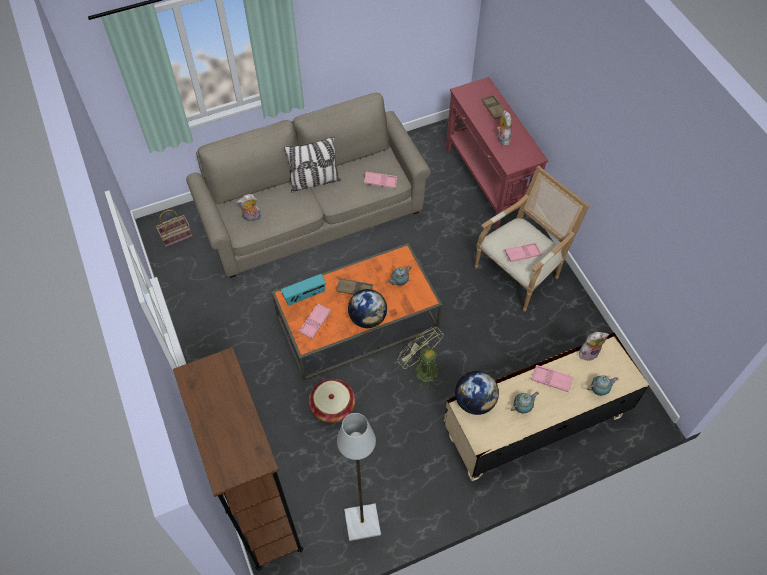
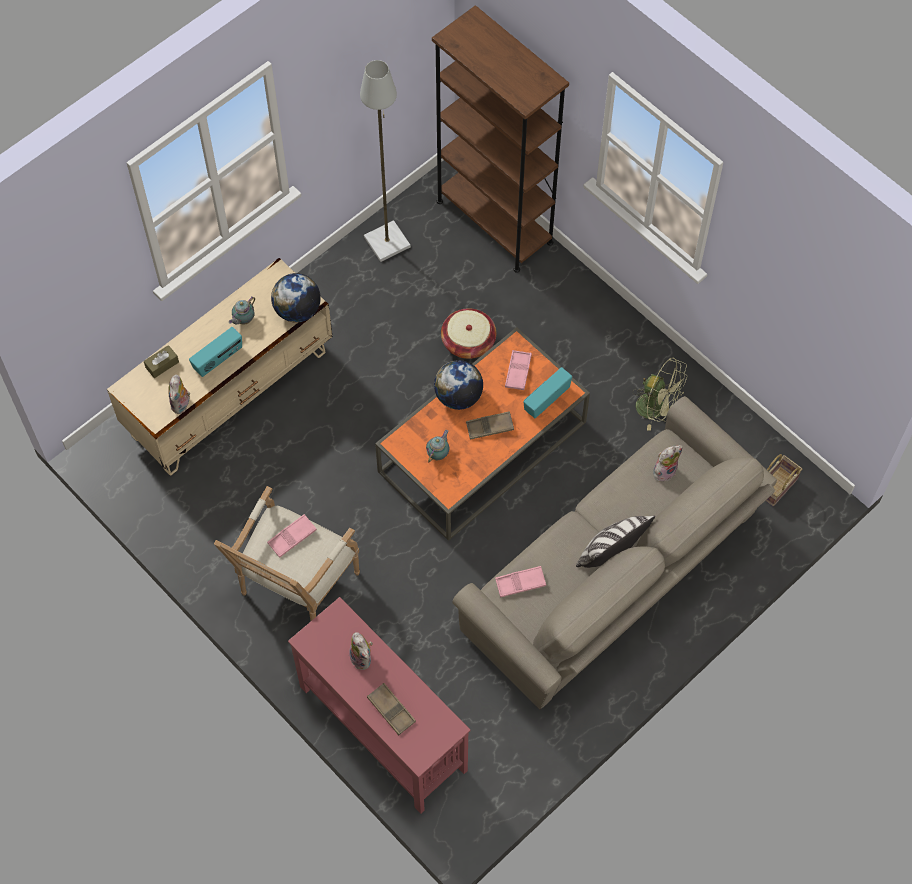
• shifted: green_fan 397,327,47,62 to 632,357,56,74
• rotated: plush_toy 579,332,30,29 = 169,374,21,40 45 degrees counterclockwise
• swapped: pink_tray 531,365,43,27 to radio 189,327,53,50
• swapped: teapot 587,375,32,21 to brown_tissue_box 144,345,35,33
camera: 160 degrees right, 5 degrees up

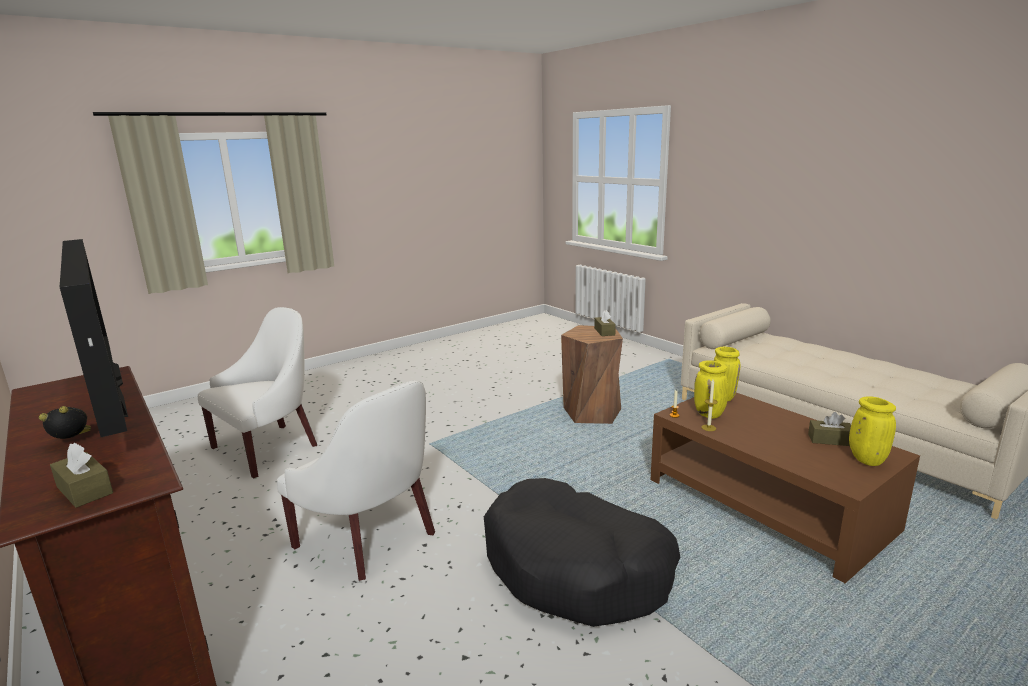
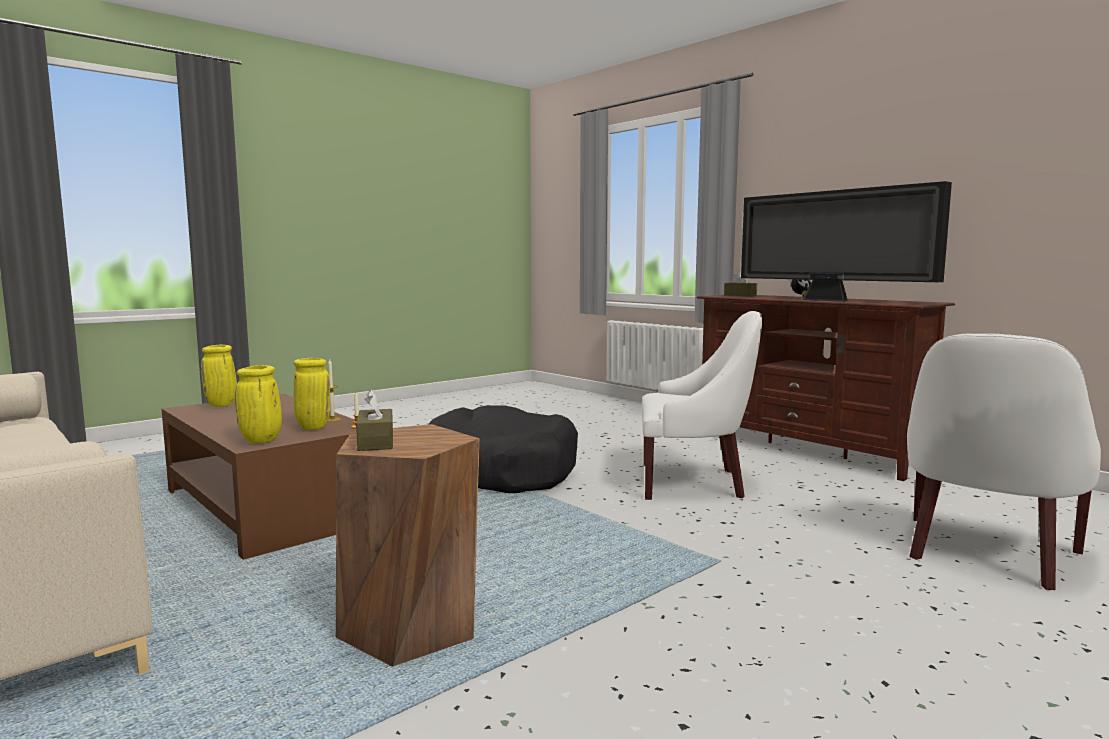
• rotated: white_armchair 277,380,158,201 = 642,311,120,189 150 degrees clockwise
• gone: brown_tissue_box 808,412,43,34
camera: 175 degrees right, 10 degrees down

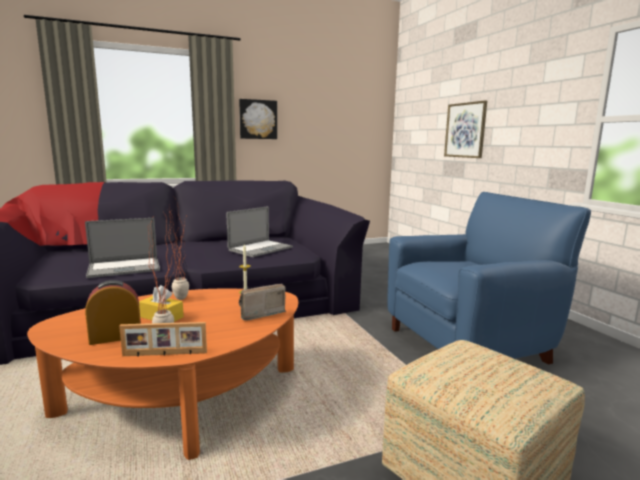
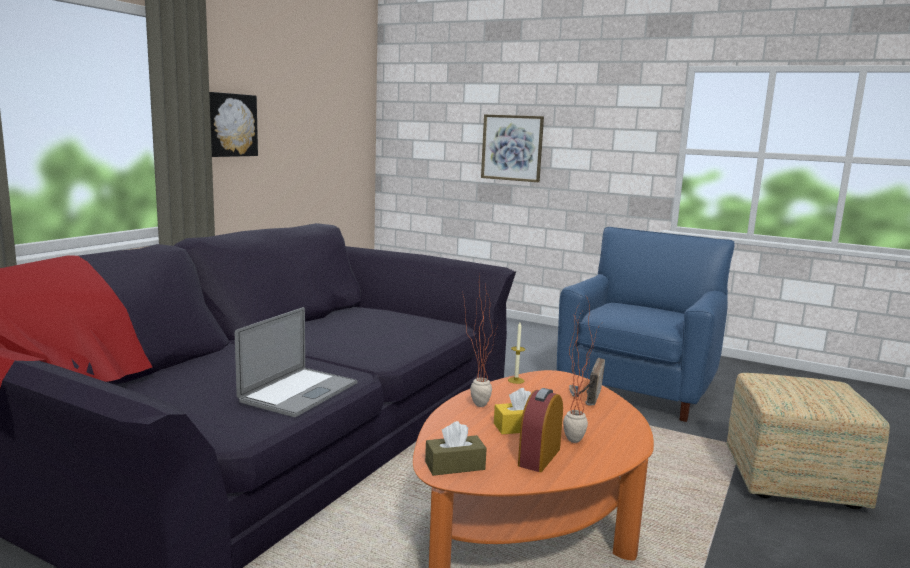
• gone: laptop 227,206,66,51
• gone: picture_frame 119,322,88,34
• new: brown_tissue_box 425,421,62,55
camera: 40 degrees left, 0 degrees up

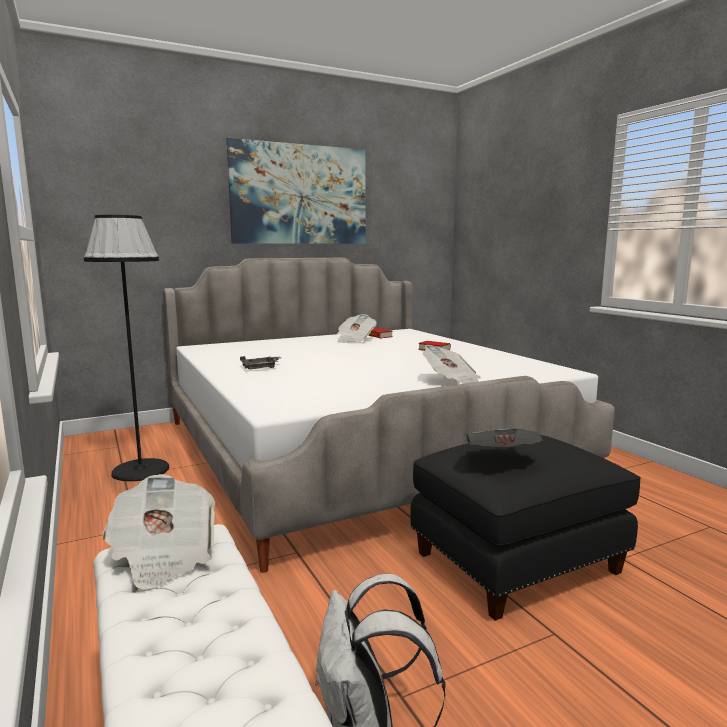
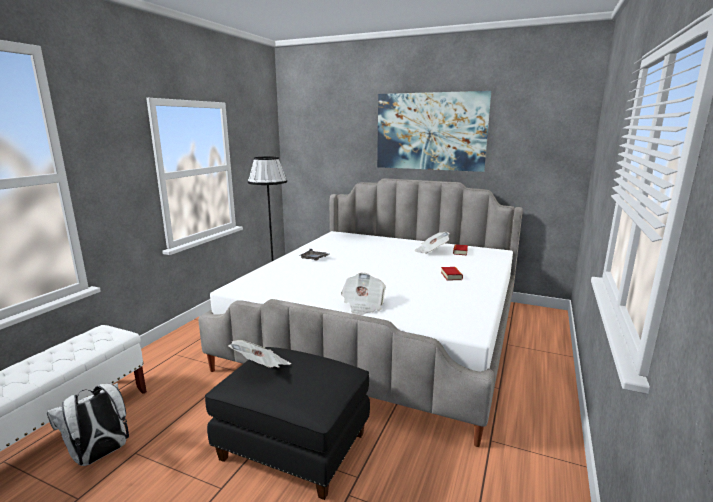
• gone: newspaper 103,474,112,116
camera: 50 degrees right, 5 degrees up

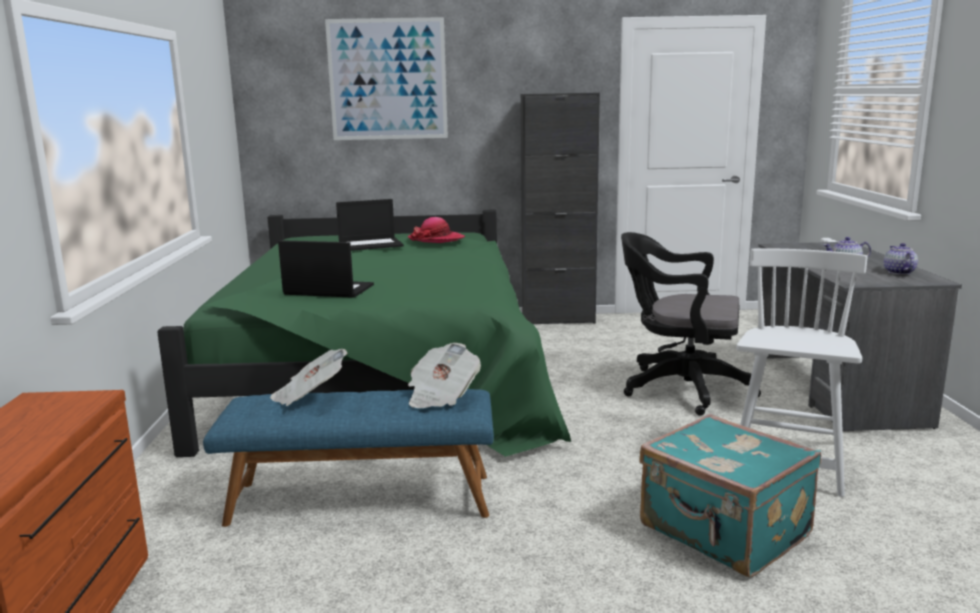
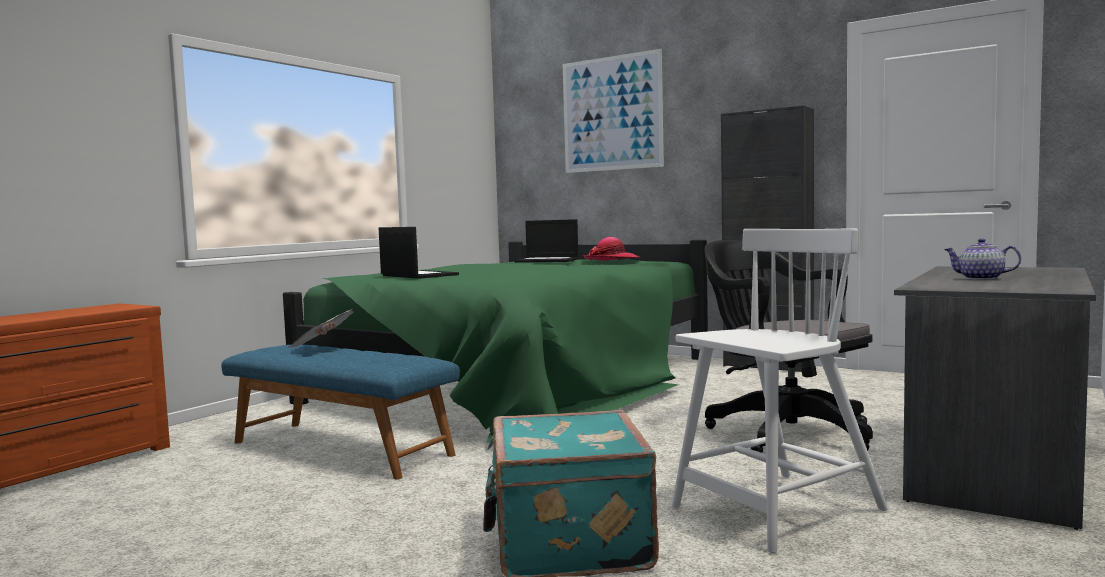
• gone: teapot 884,243,34,32
• gone: newspaper 408,343,73,65
camera: 35 degrees right, 10 degrees down

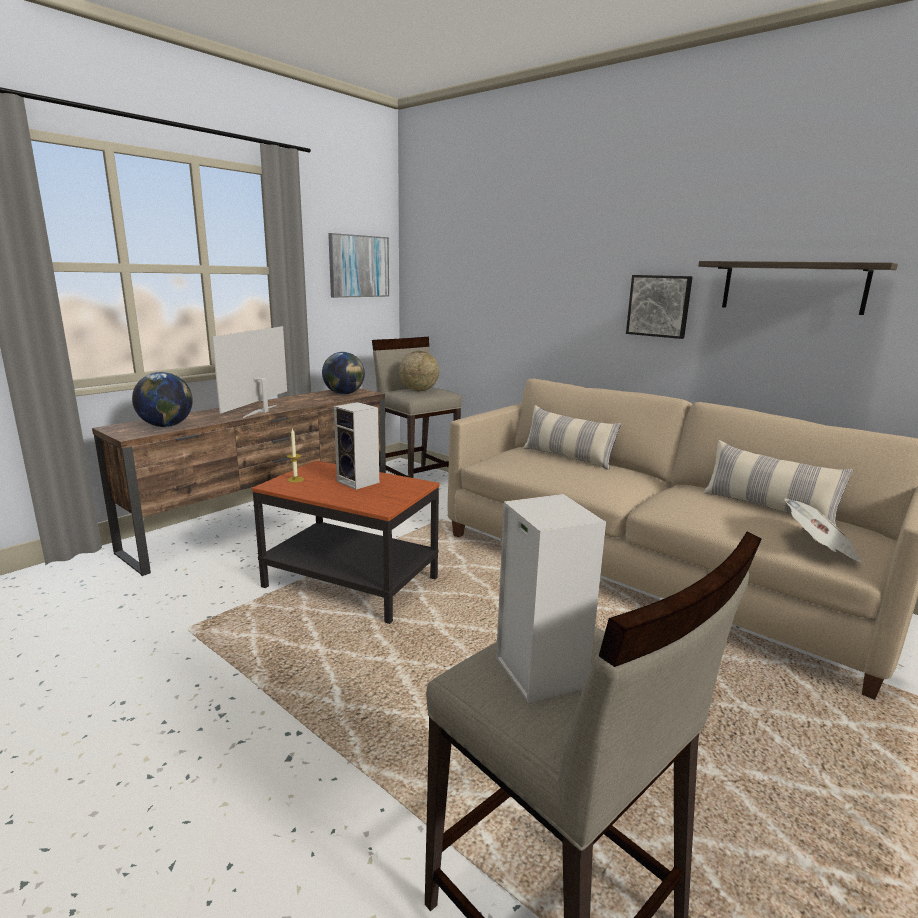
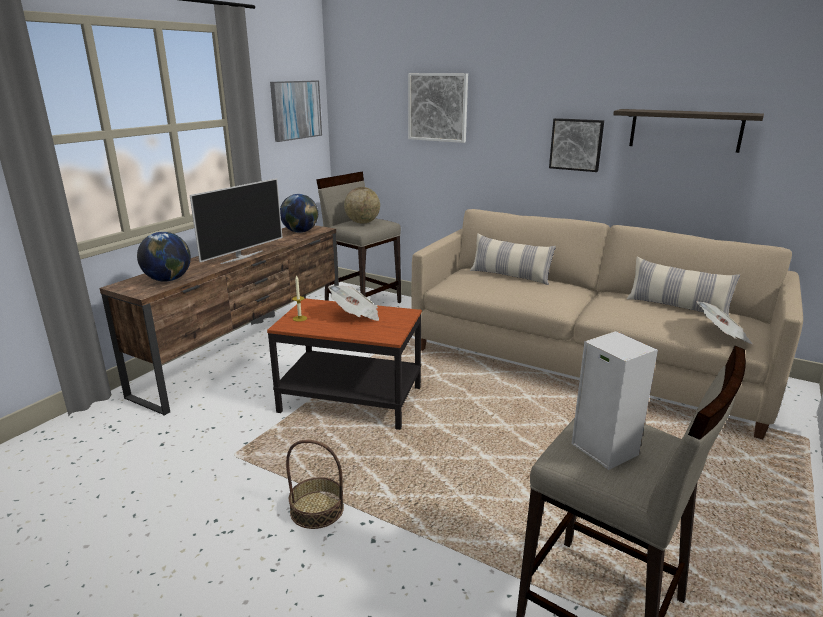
• rotated: television 212,326,75,92 = 190,178,93,86 150 degrees counterclockwise
• swapped: speaker 334,402,45,88 to newspaper 328,285,51,36
• new: picture 408,73,60,70
• new: basket 286,440,58,89
camera: 10 degrees left, 5 degrees up

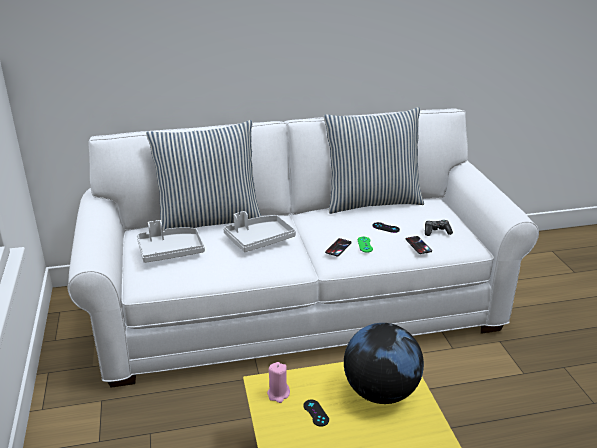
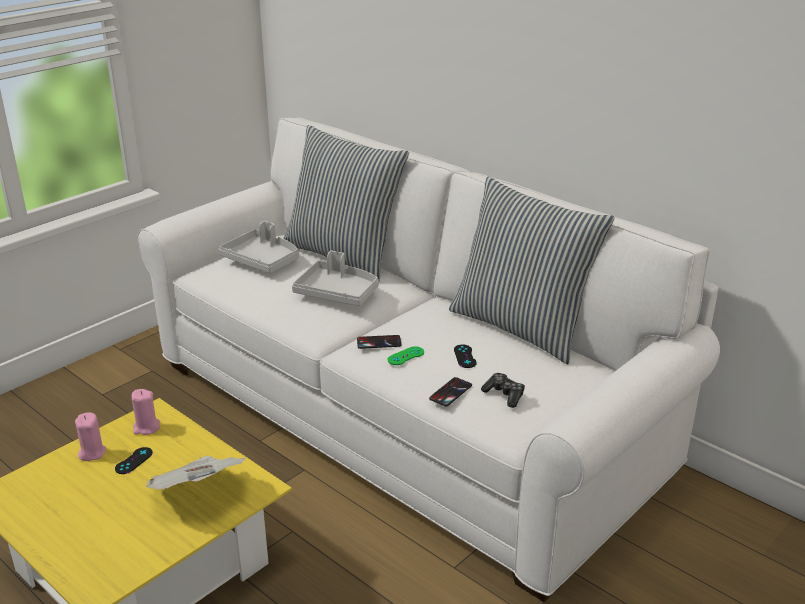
• swapped: globe 344,323,80,81 to newspaper 146,456,99,33
• new: pink_candle 75,412,31,49
camera: 55 degrees right, 0 degrees up

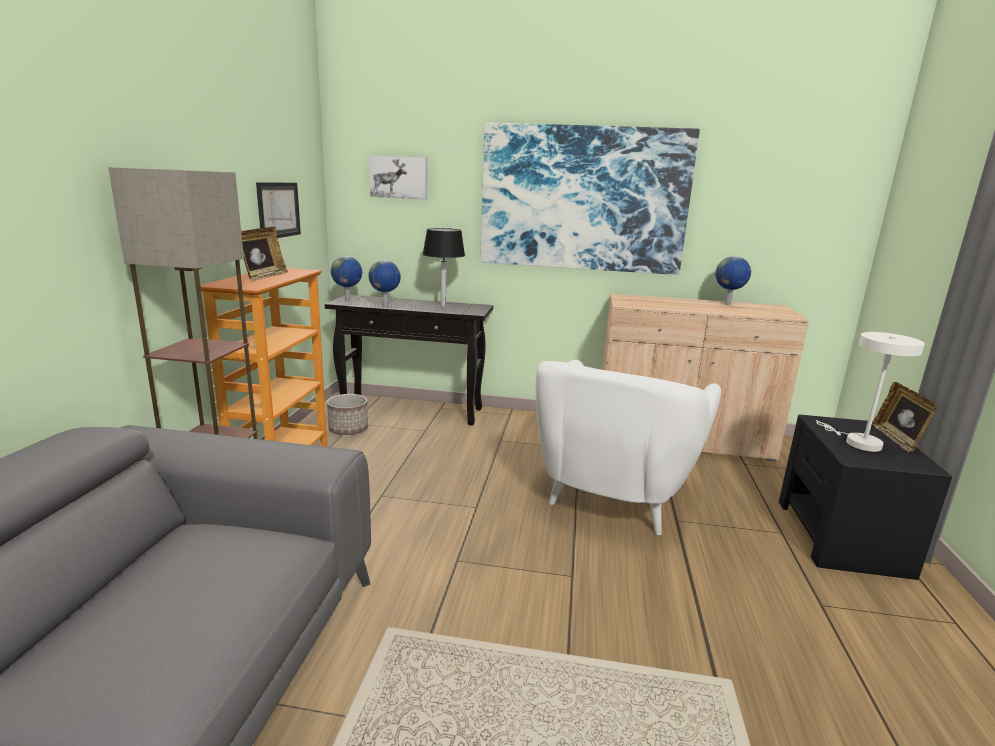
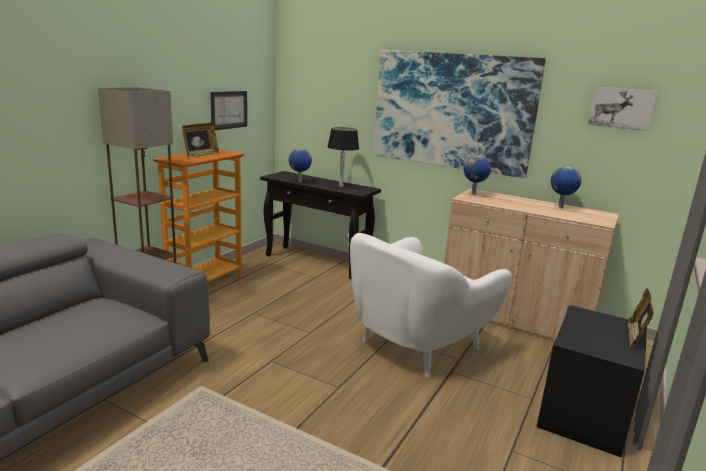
• shifted: picture 369,156,58,43 to 588,87,70,44
• shifted: globe 331,256,31,46 to 463,155,28,40
• gone: white_table_lamp 816,332,109,120
• gone: planter 327,394,41,41
camera: 20 degrees right, 0 degrees up

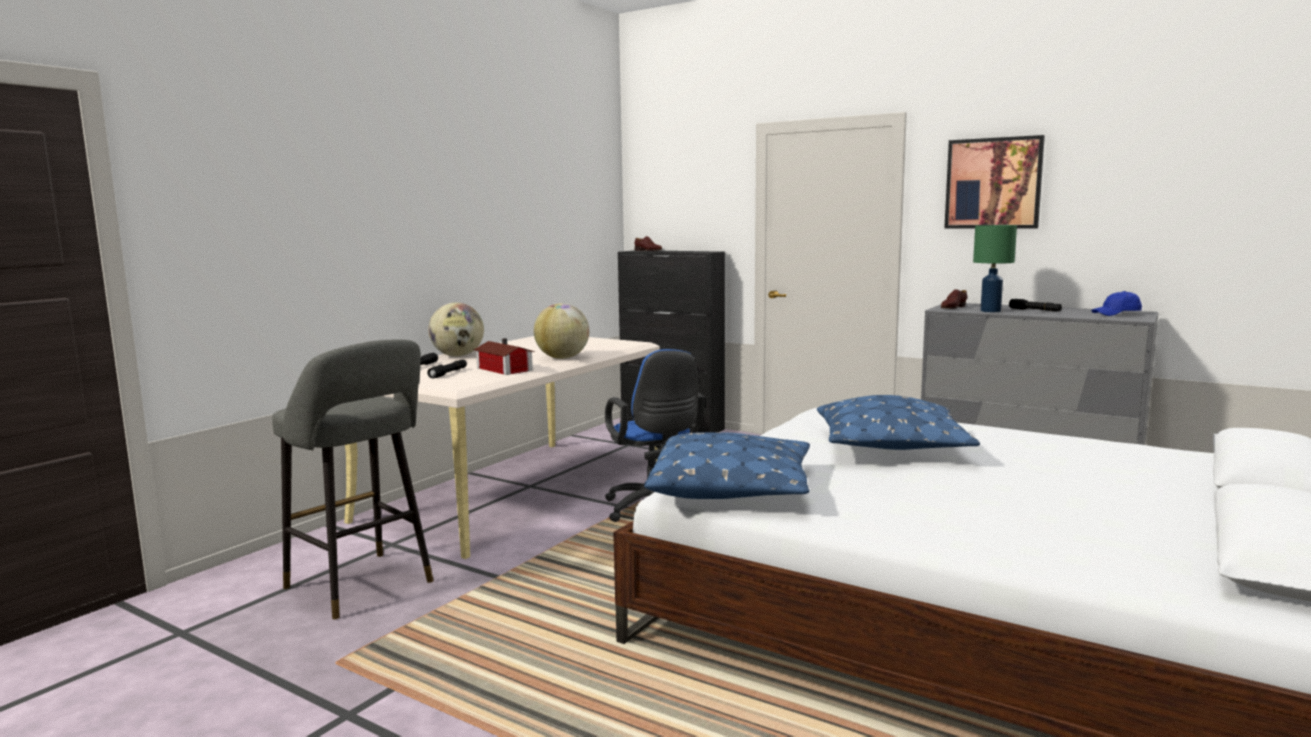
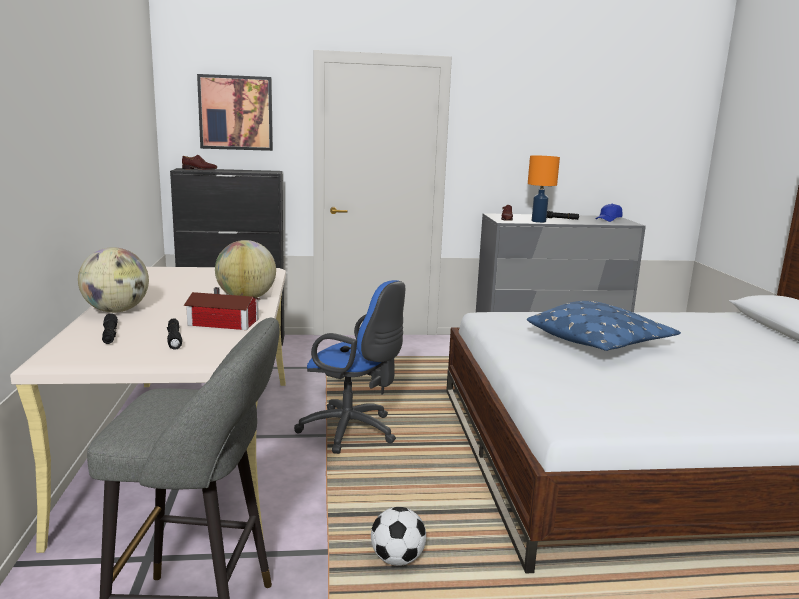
• shifted: picture 944,135,101,94 to 197,74,76,77
• repainted: green_table_lamp 973,225,44,87 to orange_table_lamp 528,155,32,68
• gone: blue_pillow 644,432,166,67
• new: football 371,507,55,59
camera: 40 degrees left, 5 degrees up

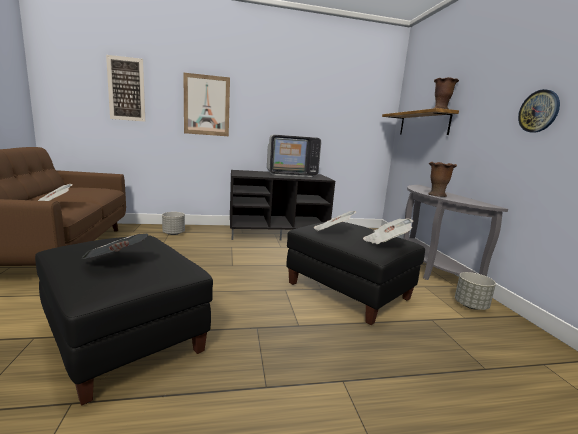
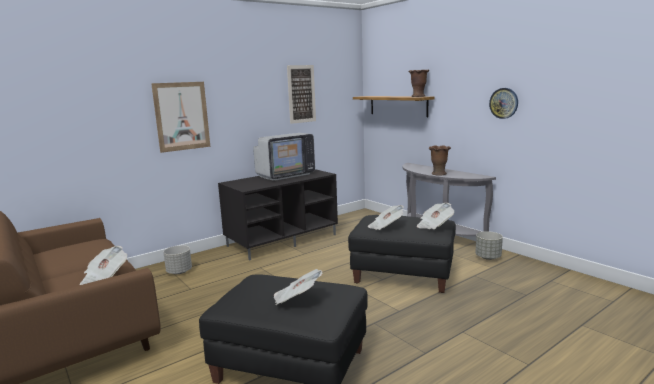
• shifted: picture 106,55,39,67 to 287,65,29,59
camera: 25 degrees left, 0 degrees up

